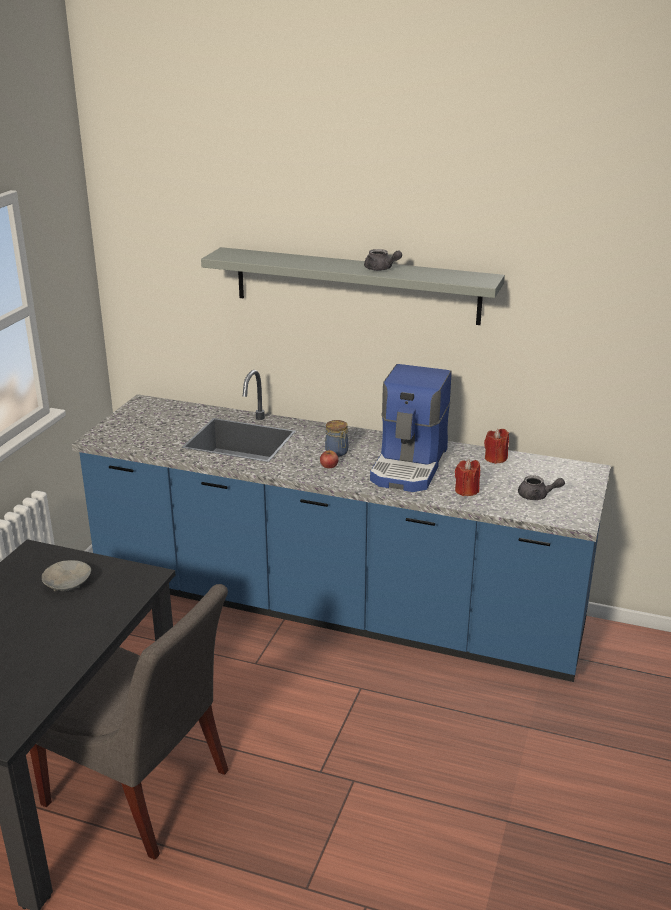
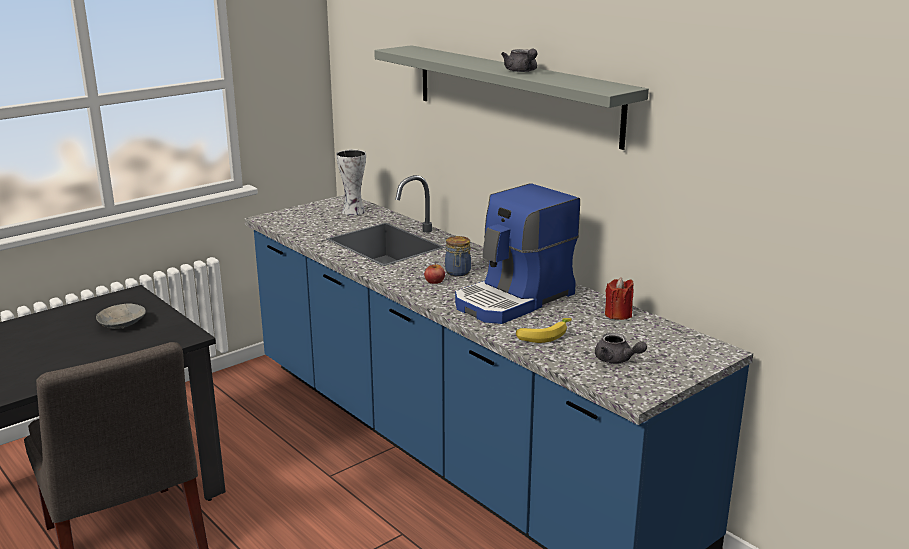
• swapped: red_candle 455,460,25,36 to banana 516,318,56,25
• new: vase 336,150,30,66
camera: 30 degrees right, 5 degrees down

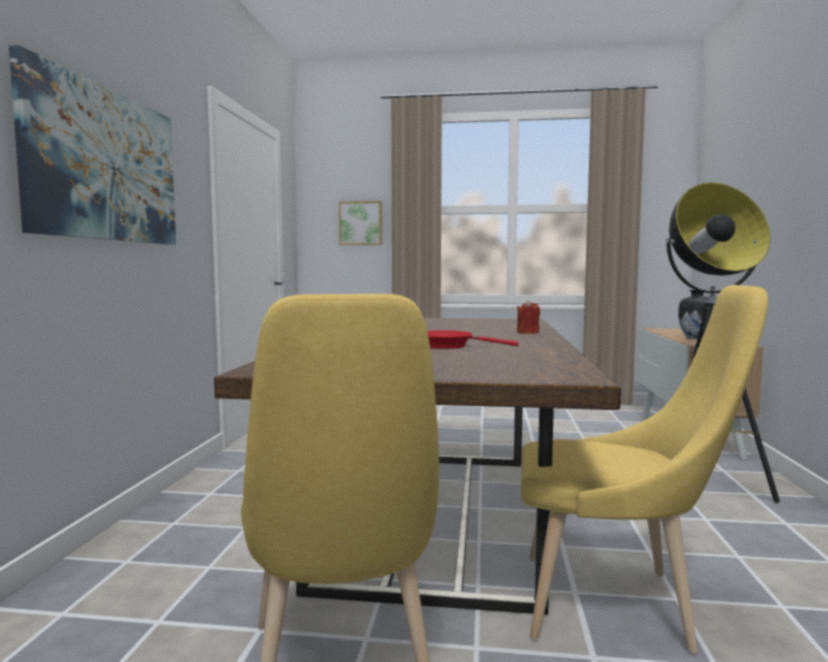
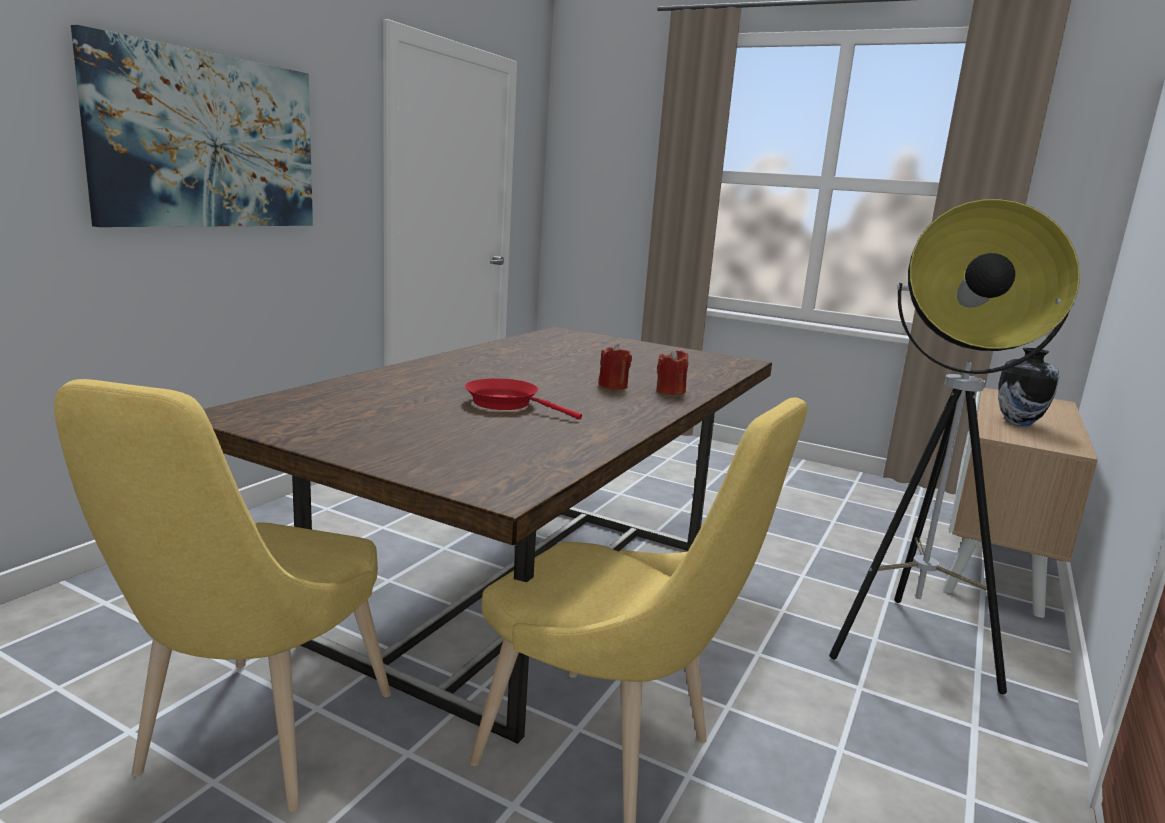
• gone: picture 339,201,43,44
• new: red_candle 598,344,34,45
camera: 20 degrees right, 10 degrees up

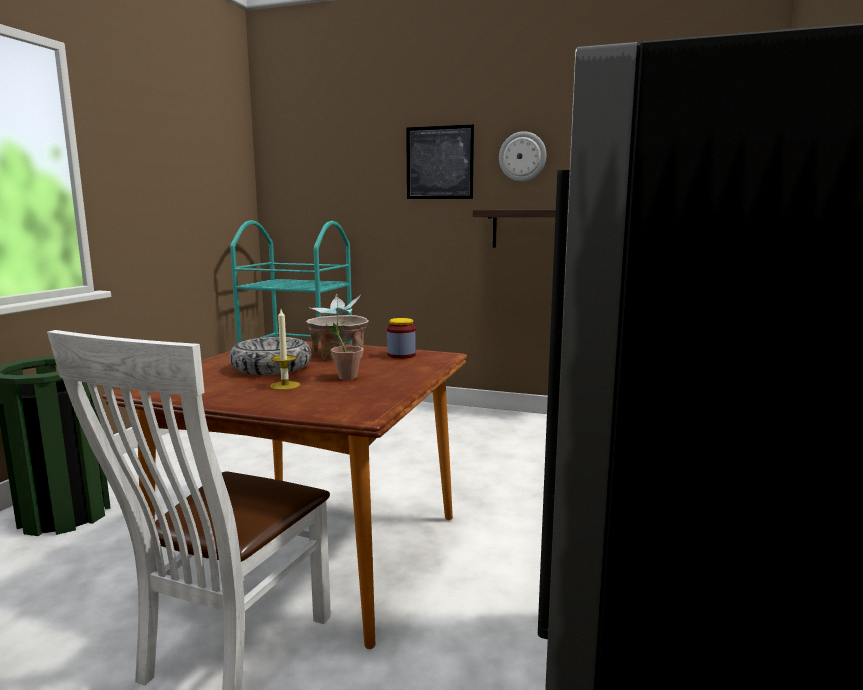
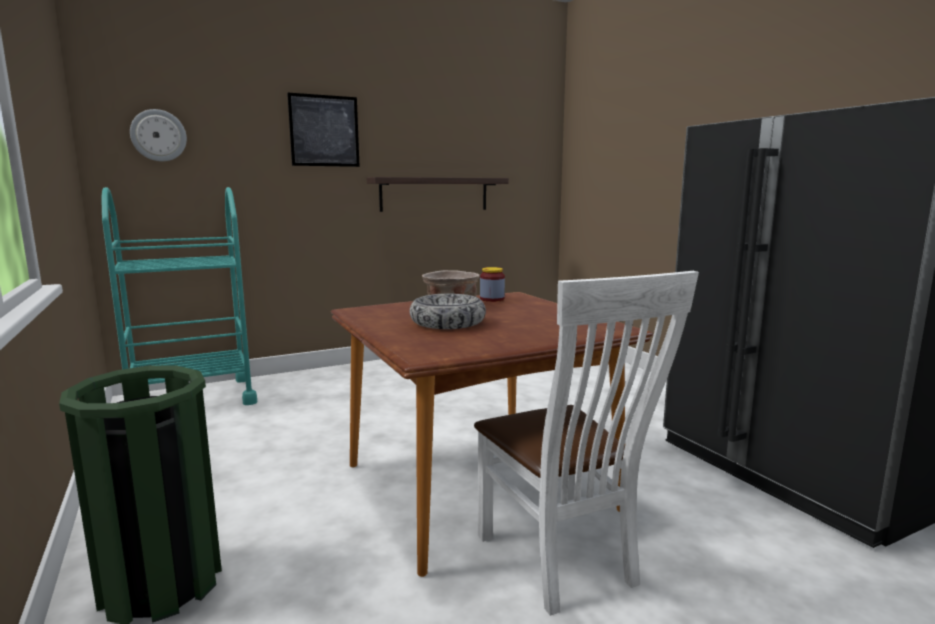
• shifted: wall_clock 499,131,47,51 to 130,109,57,52
• gone: potted_plant 308,294,56,86
• gone: candle 270,309,30,81
camera: 45 degrees left, 0 degrees up

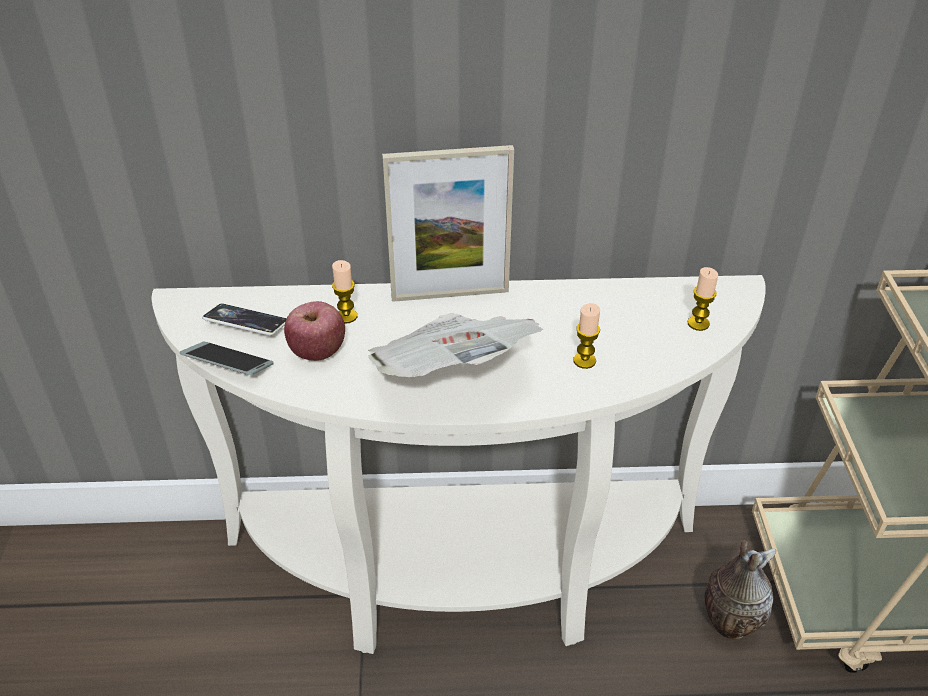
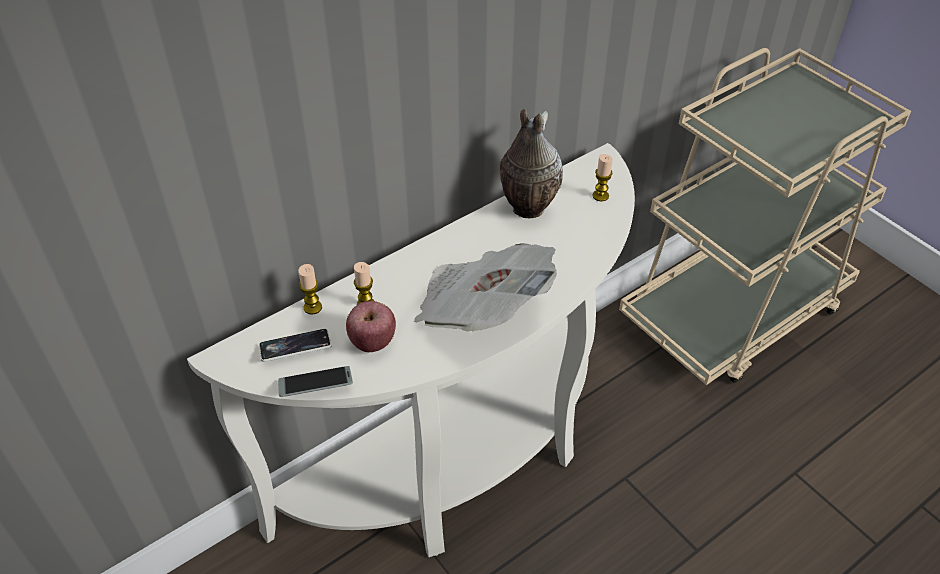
• gone: picture_frame 382,145,132,157
• shifted: candle 573,303,27,66 to 298,264,24,51
• shifted: vase 705,540,71,100 to 500,109,63,109
camera: 35 degrees left, 5 degrees up

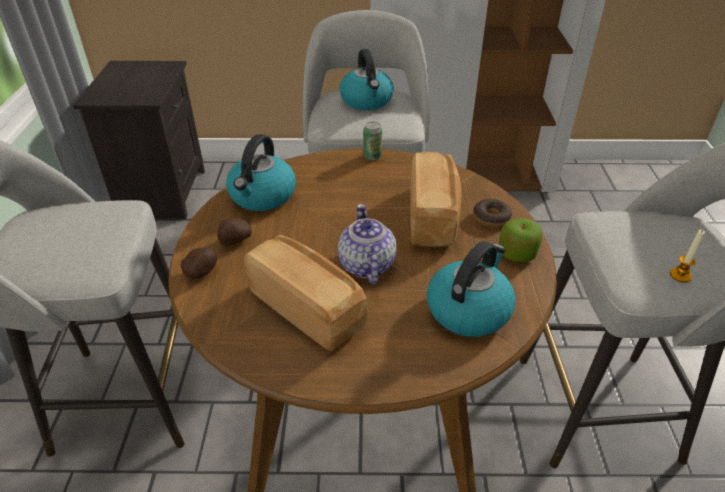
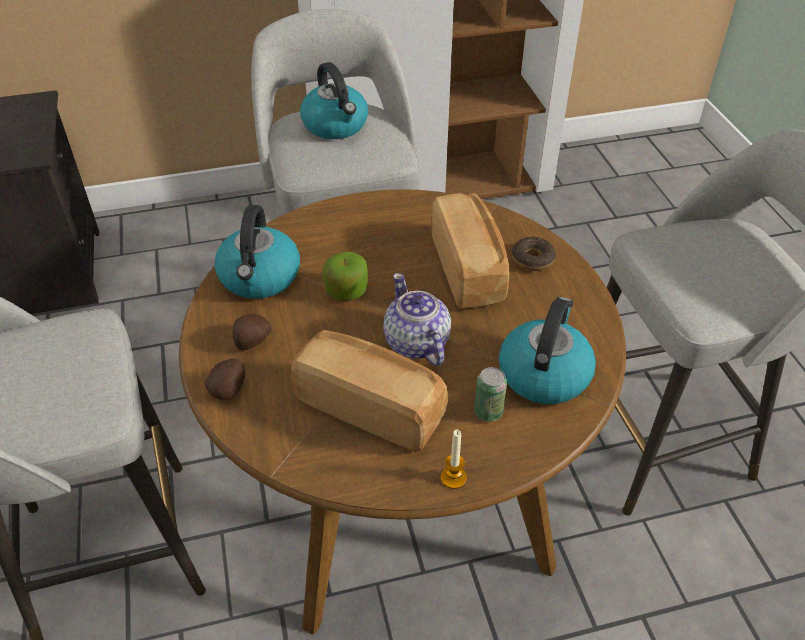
• shifted: can 363,122,19,38 to 474,367,33,55
• shifted: apple 499,218,43,44 to 323,252,45,49
• shifted: candle 670,229,35,54 to 441,430,26,59
camera: 15 degrees left, 5 degrees up

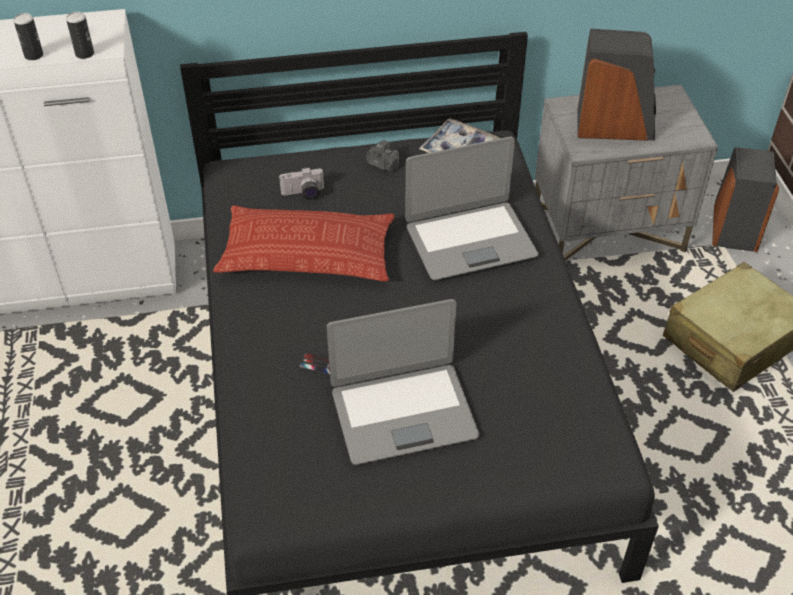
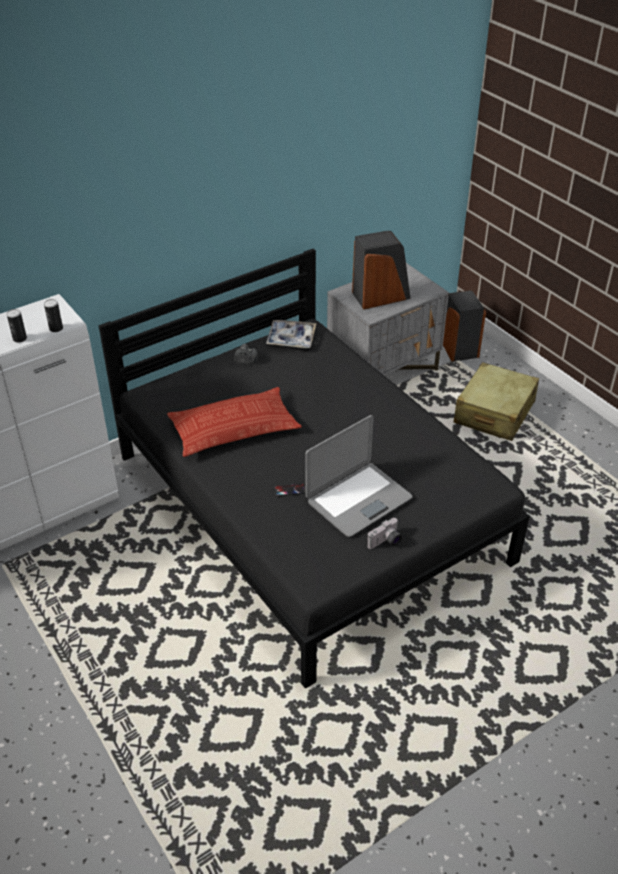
• gone: laptop 405,137,133,143
• shifted: photo_camera 279,167,45,33 to 366,518,36,31
camera: 25 degrees left, 5 degrees down

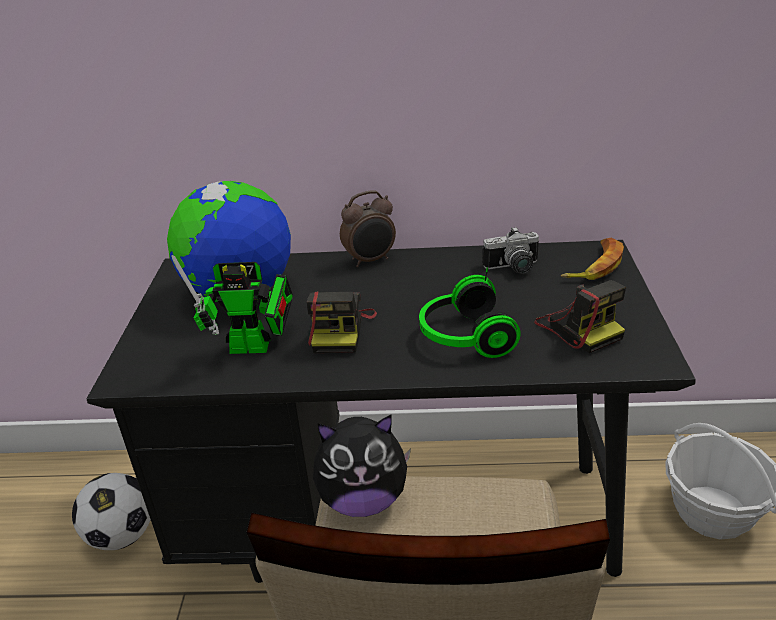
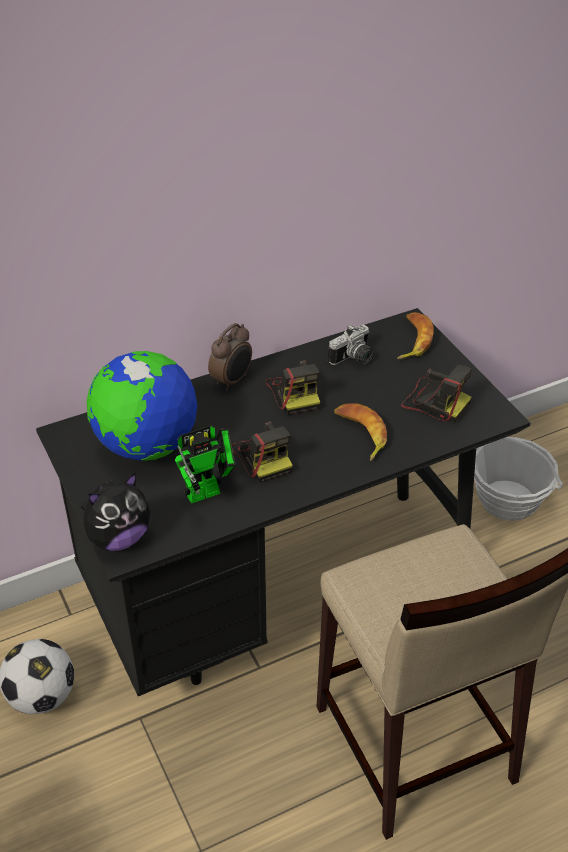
• swapped: headphones 419,267,102,91 to banana 334,403,53,58
• shifted: plush_toy 313,415,98,102 to 81,472,69,79
• new: photo_camera 266,360,54,55
camera: 30 degrees left, 10 degrees up

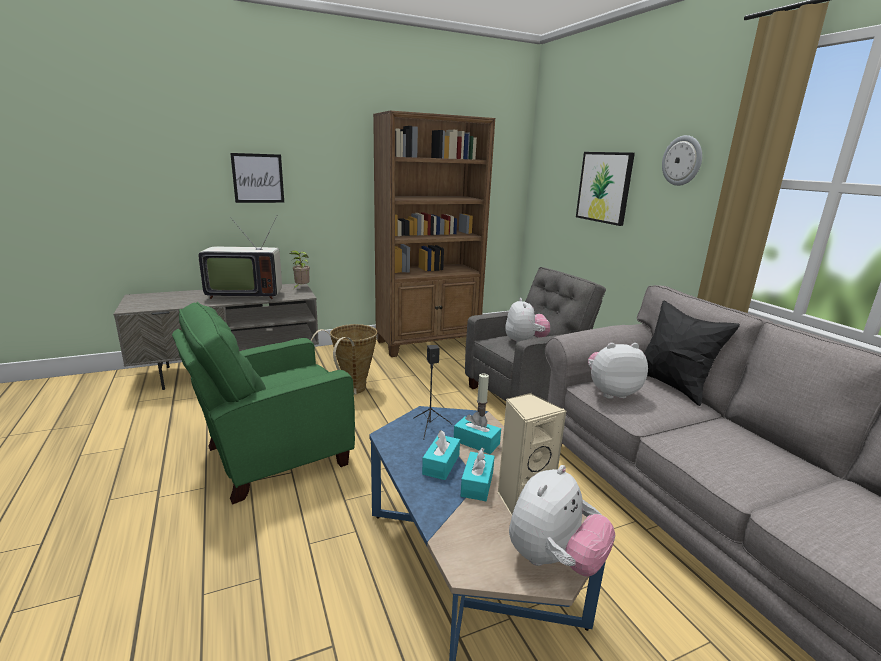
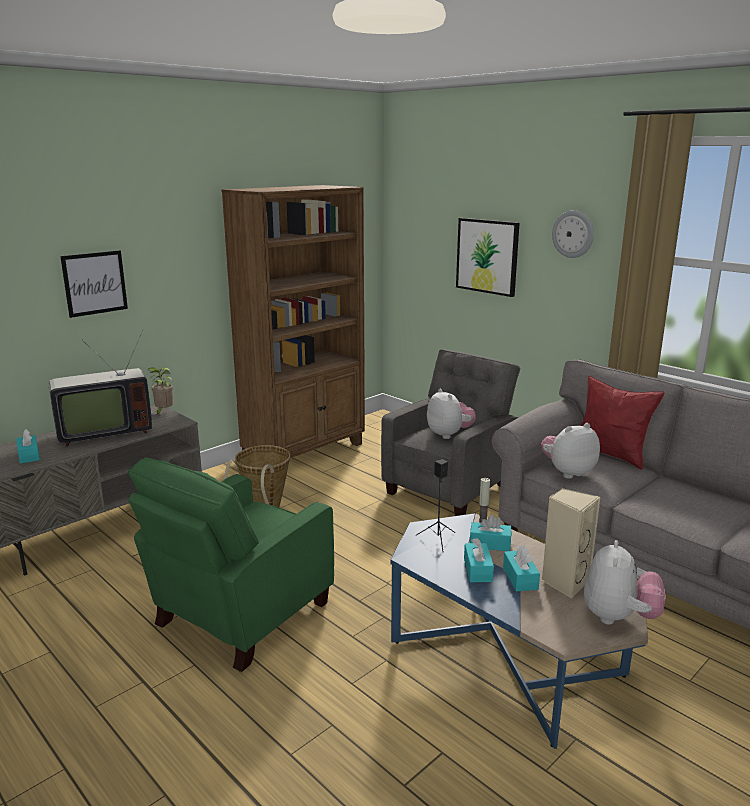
• repainted: black_pillow 644,301,96,105 to red_pillow 580,376,85,94
• new: turquoise_tissue_box 16,429,24,35
camera: 20 degrees left, 0 degrees up

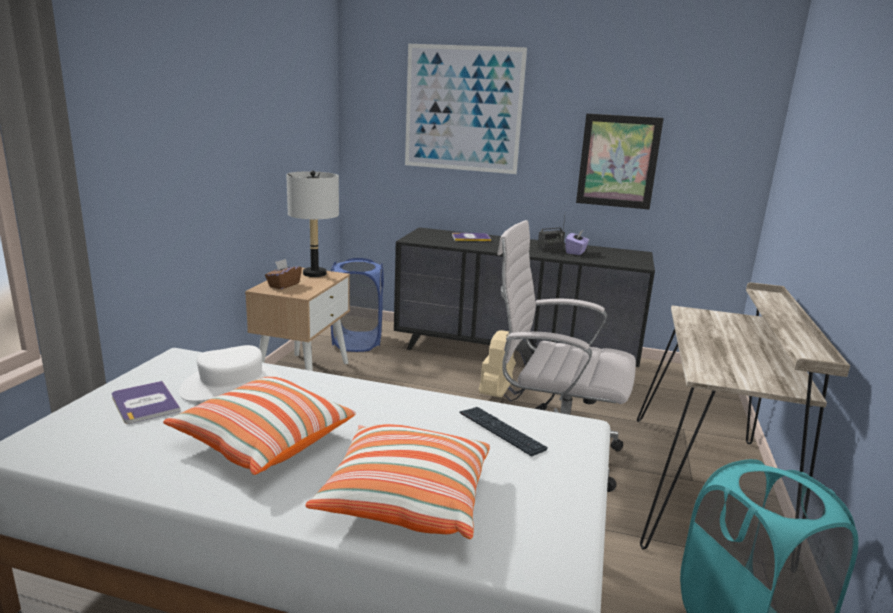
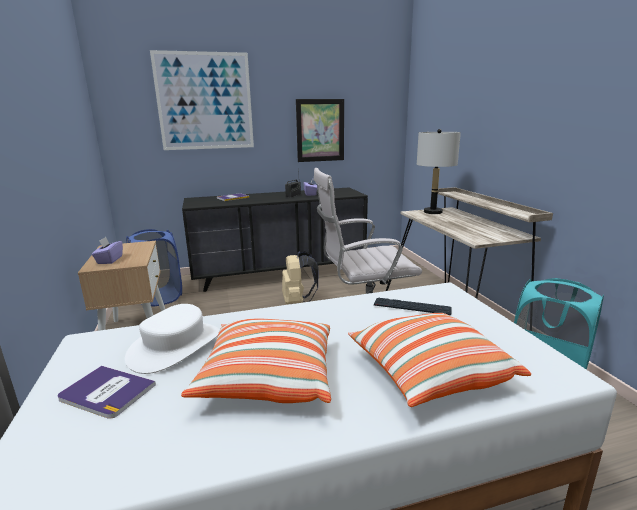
• shifted: grey_table_lamp 286,171,53,106 to 417,129,44,85
• repainted: brown_tissue_box 265,259,37,30 to purple_tissue_box 92,237,31,27
camera: 30 degrees left, 0 degrees up

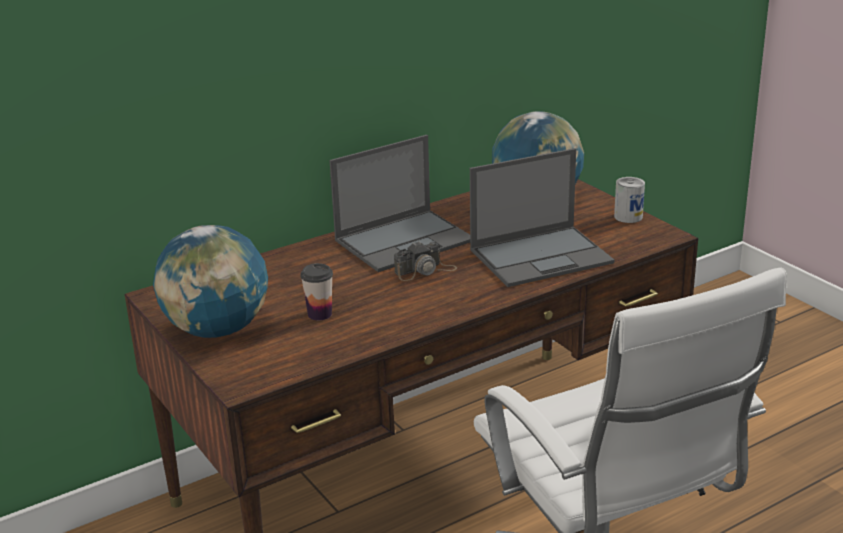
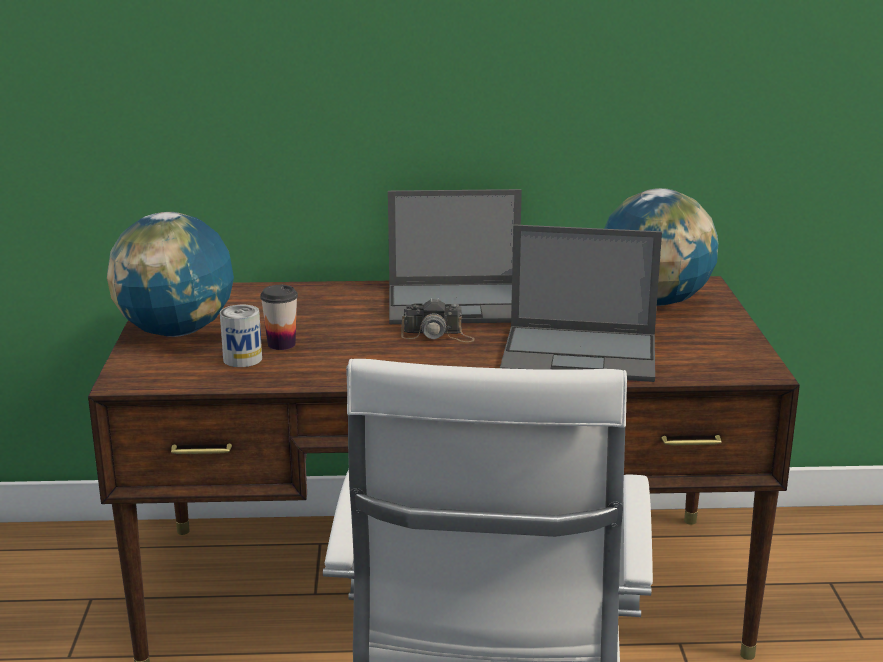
• shifted: can 614,177,31,46 to 220,305,42,62
camera: 30 degrees right, 5 degrees down

